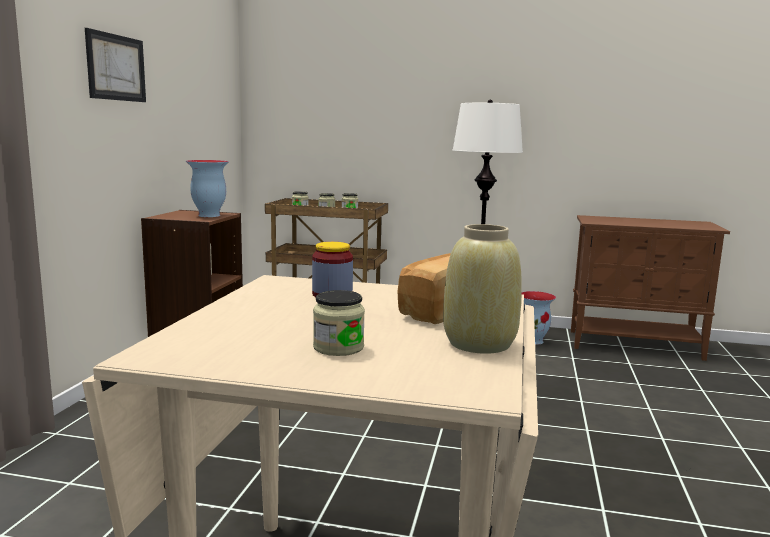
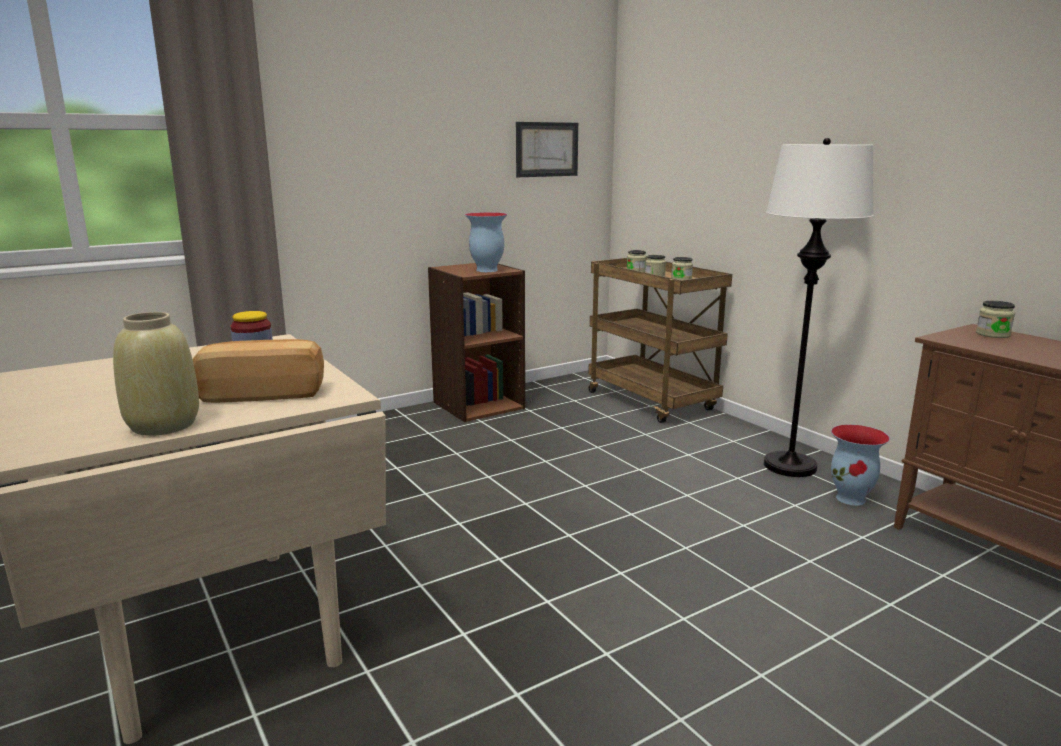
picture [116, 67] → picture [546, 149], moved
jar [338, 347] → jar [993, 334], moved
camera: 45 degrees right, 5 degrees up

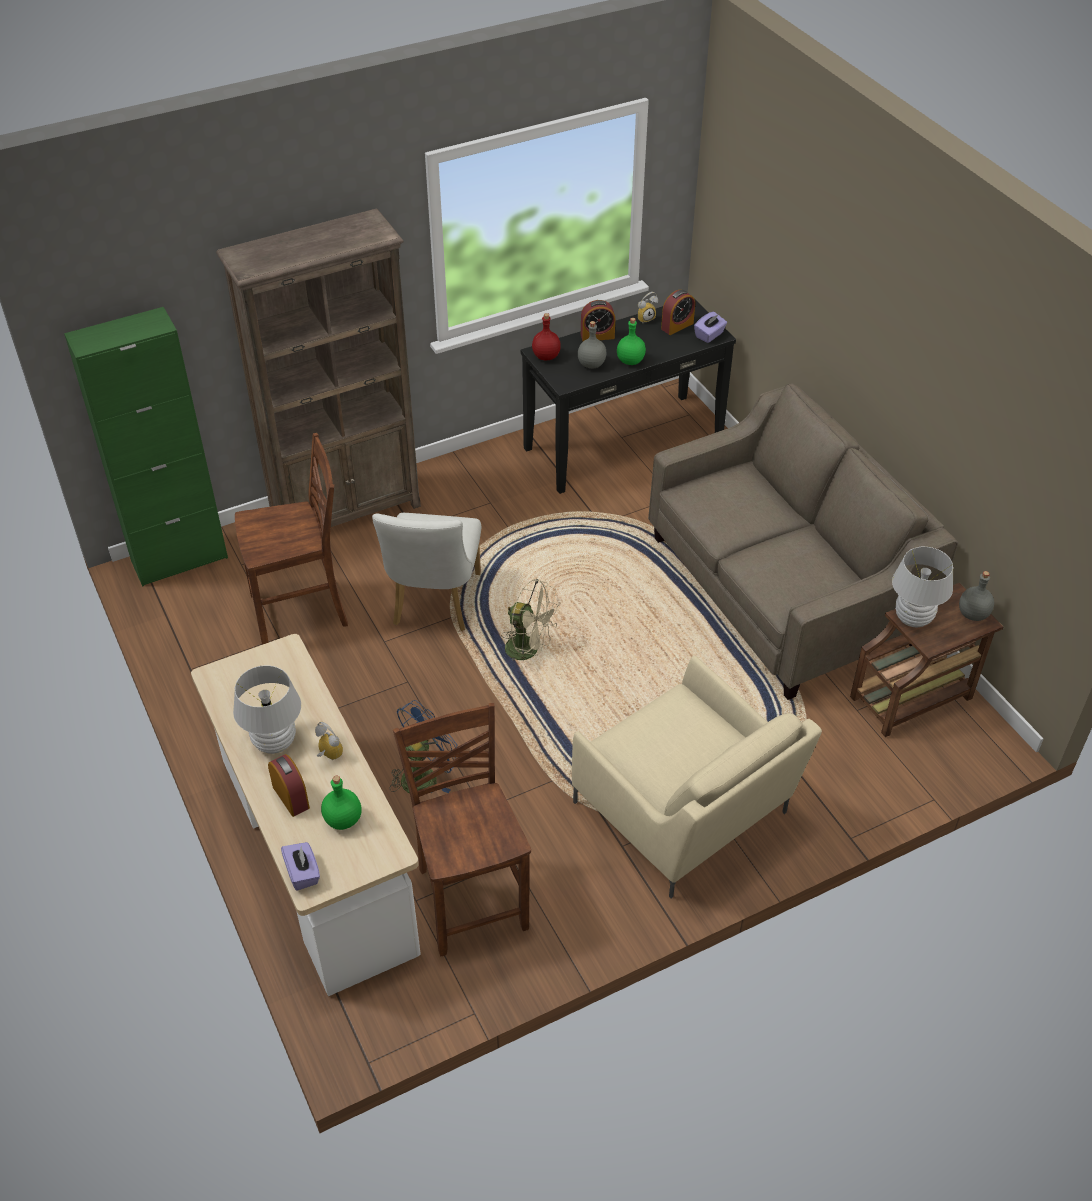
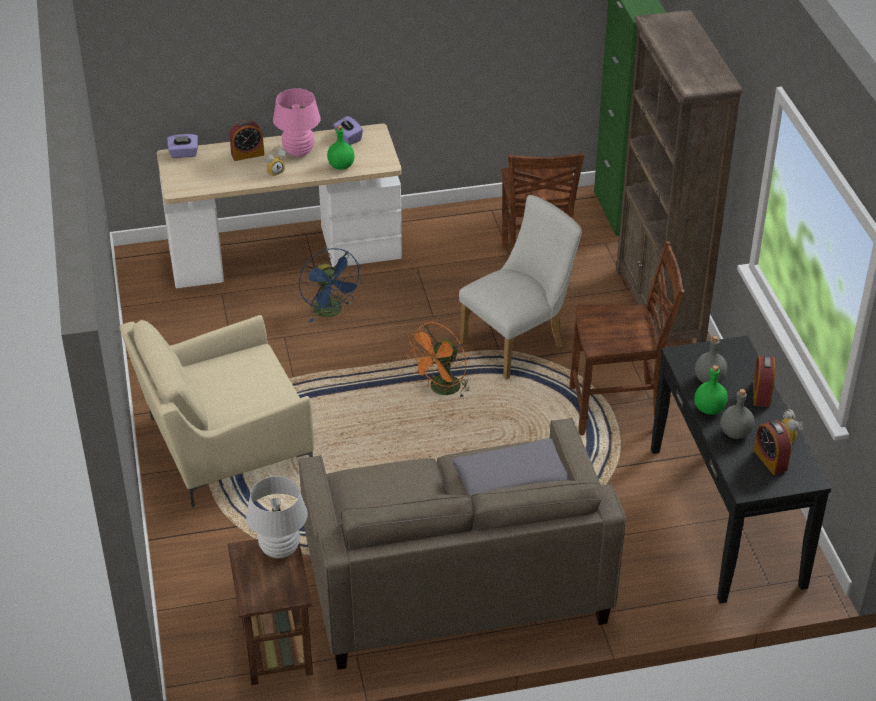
table lamp (white) [275, 742] → table lamp (pink) [298, 152]
bottle (green) [344, 819] → bottle (green) [341, 166], moved
tissue box (purple) [709, 335] → tissue box (purple) [348, 138], moved
fan (beige) [529, 650] → fan (orange) [441, 390]
- → pillow (grey) [511, 481]
chair (white) [434, 604] → chair (white) [518, 343], 120 degrees clockwise
chair (brown) [470, 897] → chair (brown) [617, 409], moved
bottle (grey) [973, 614] → bottle (grey) [735, 433], moved
bottle (red) [546, 356] → -
camera: 105 degrees right, 5 degrees down

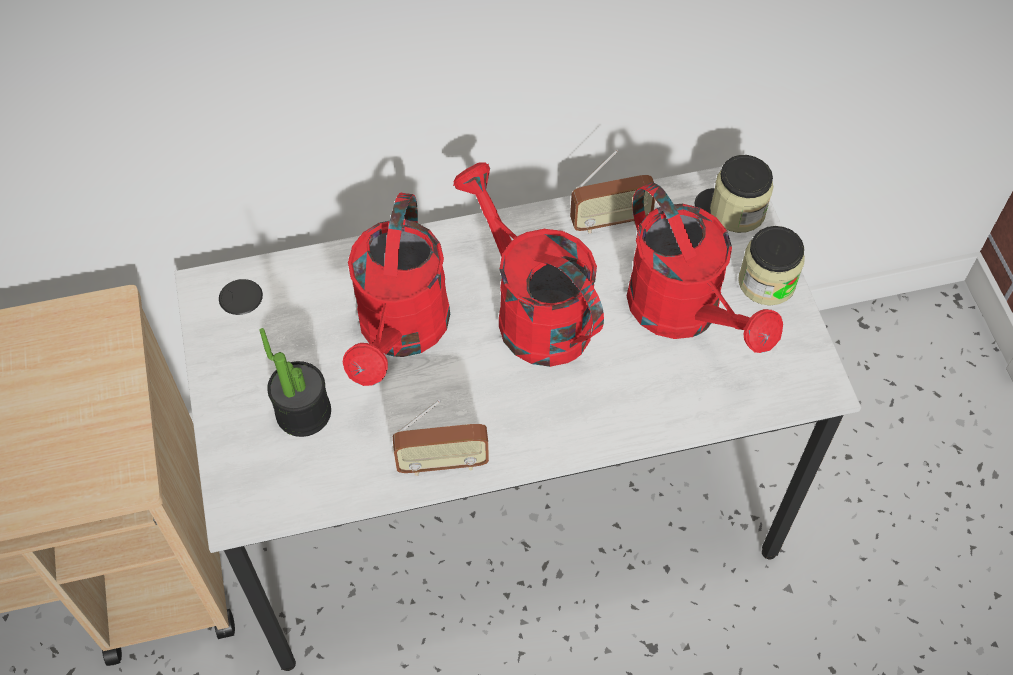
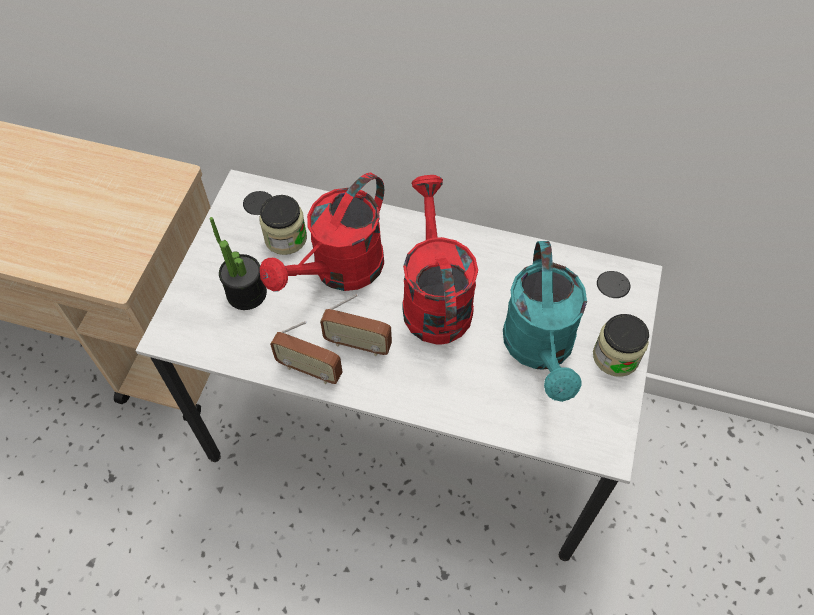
jar [737, 211] → jar [286, 238], moved
radio [610, 221] → radio [358, 344], moved
watering can (red) [685, 314] → watering can (turquoise) [540, 350]
camera: 30 degrees right, 0 degrees up

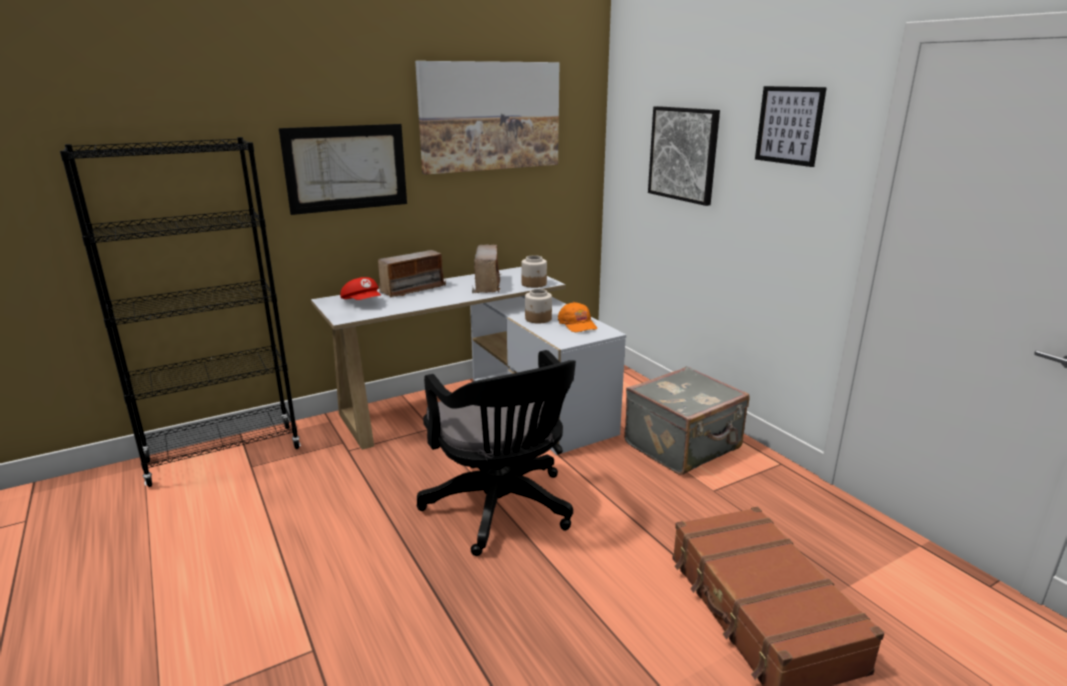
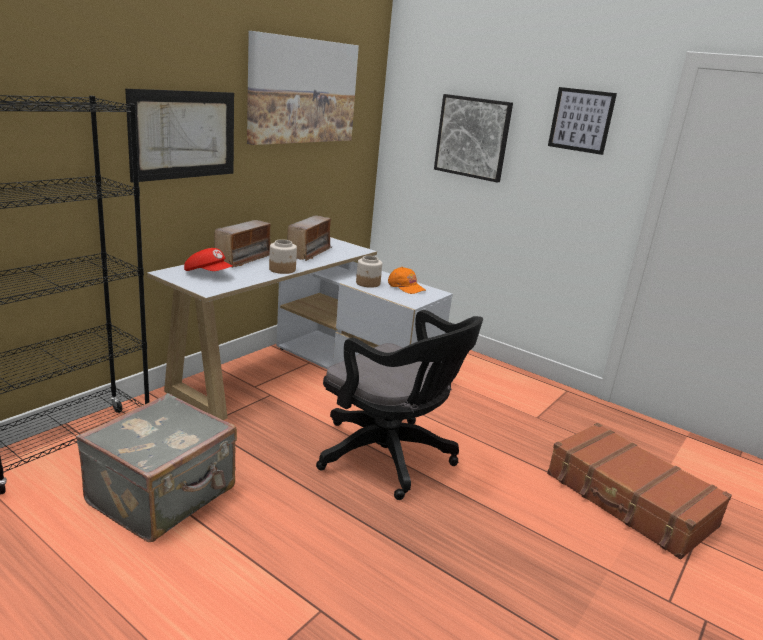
suitcase (grey) [684, 447] → suitcase (grey) [164, 496], moved
jar [534, 284] → jar [282, 269], moved
radio [487, 284] → radio [308, 253], 45 degrees clockwise
camera: 25 degrees left, 0 degrees up

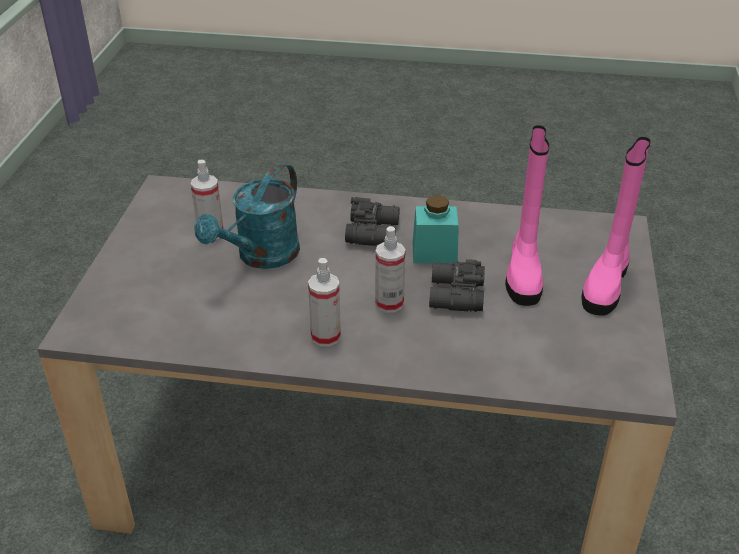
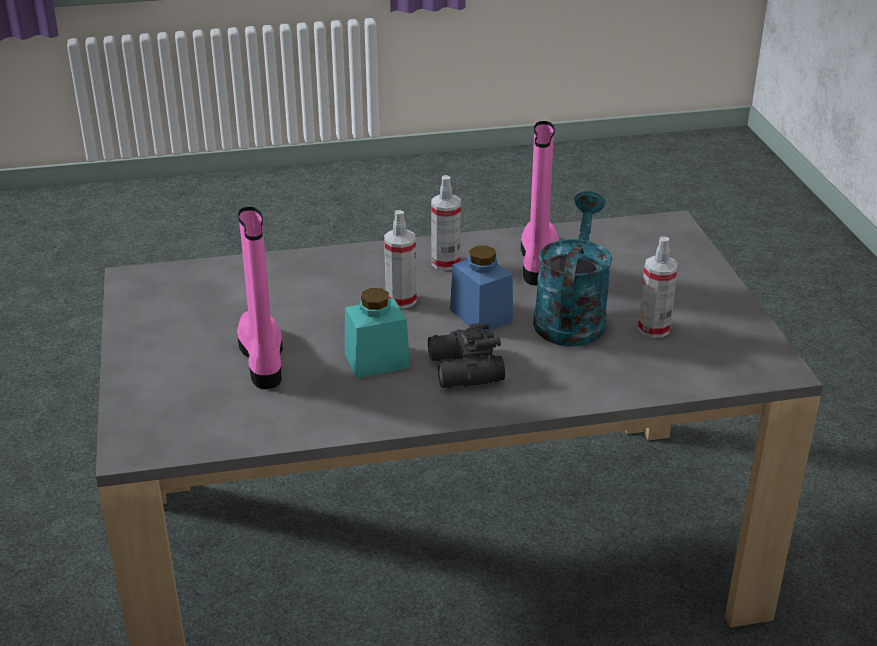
- → jar (blue) [481, 315]
boot (pink) [606, 284] → boot (pink) [538, 261], moved
binoculars (black) [454, 296] → -
camera: 160 degrees right, 5 degrees down

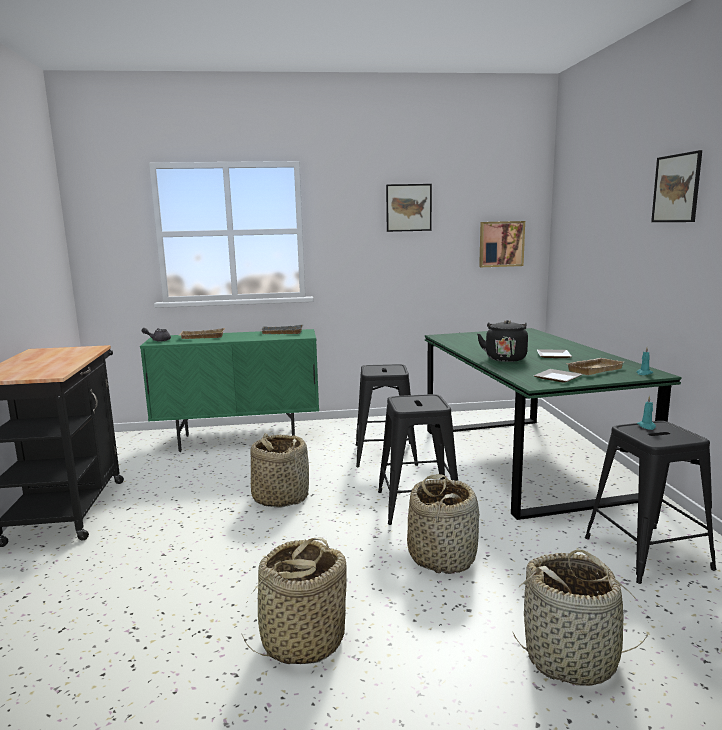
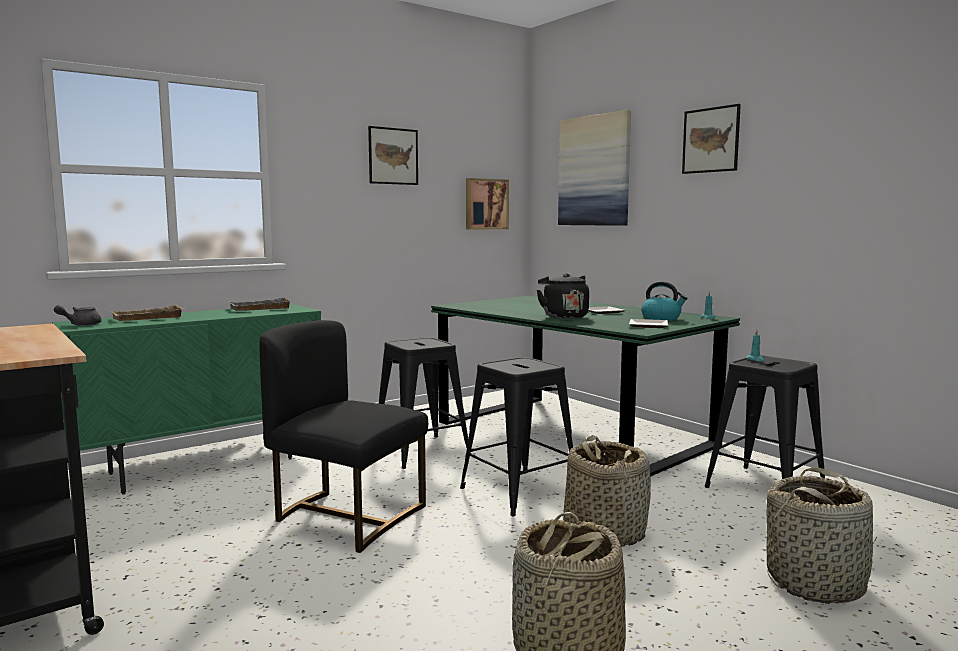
basket [280, 497] → chair (black) [346, 516]
- → picture [594, 171]
tray (beige) [593, 369] → kettle [661, 318]
camera: 30 degrees left, 5 degrees down

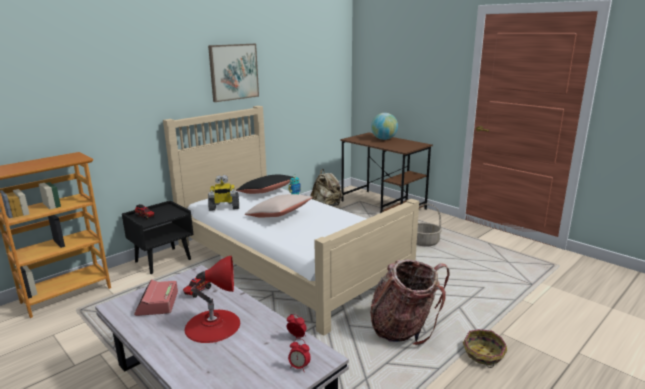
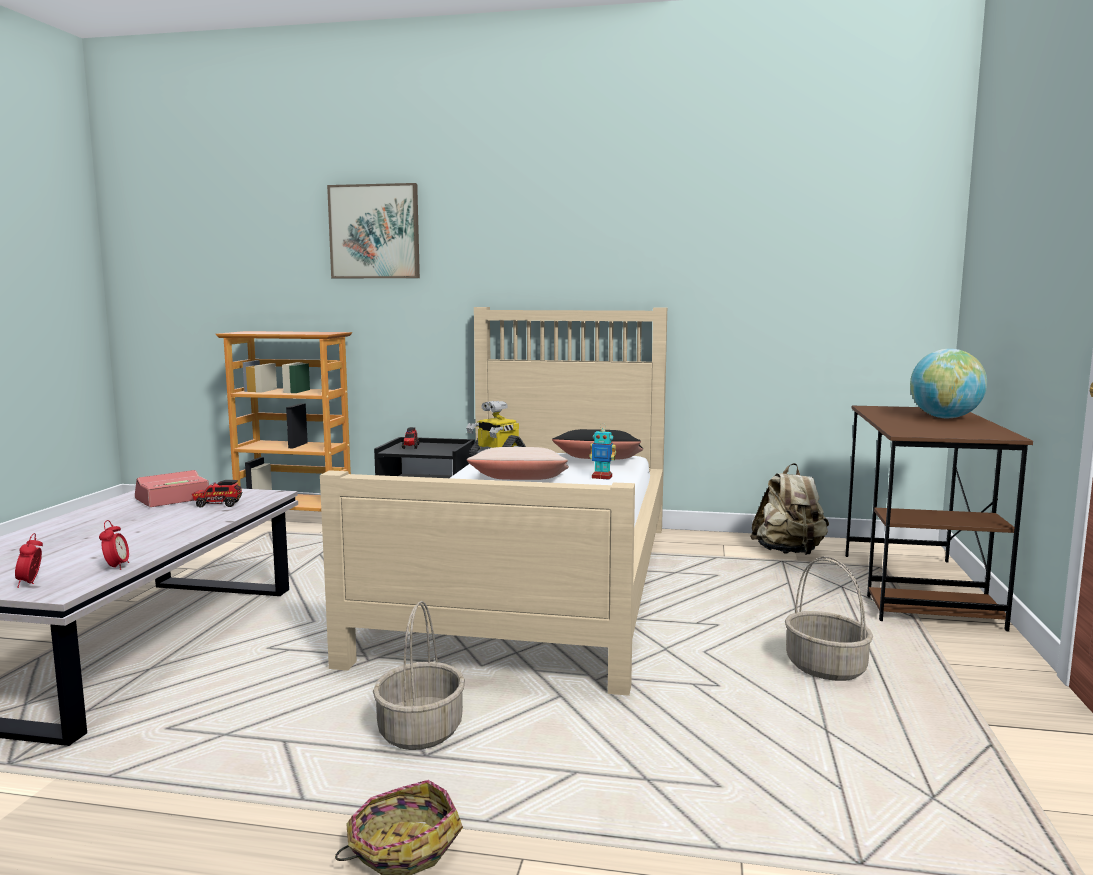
picture [233, 72] → picture [374, 232], moved
backpack [404, 328] → basket [421, 731]
table lamp (red) [213, 325] → -
camera: 55 degrees right, 10 degrees down

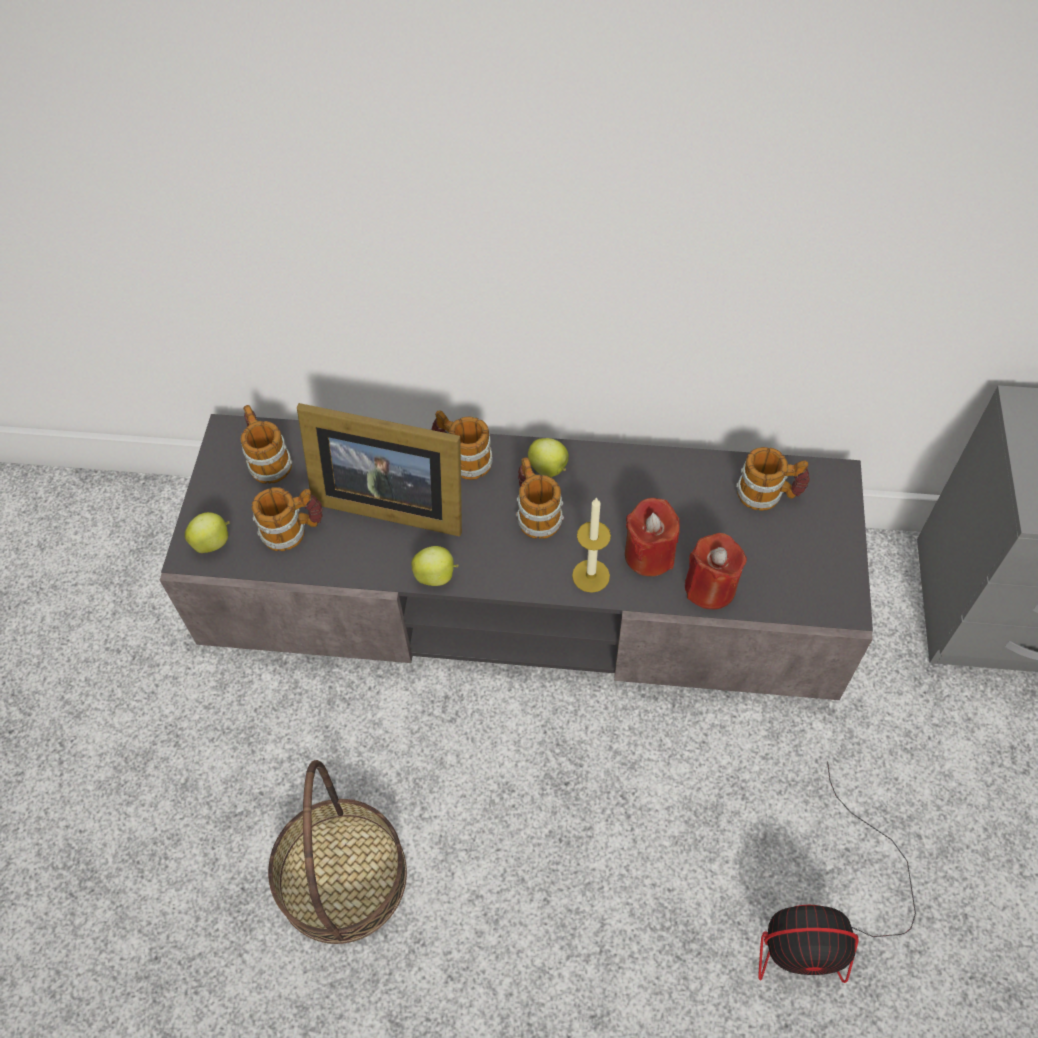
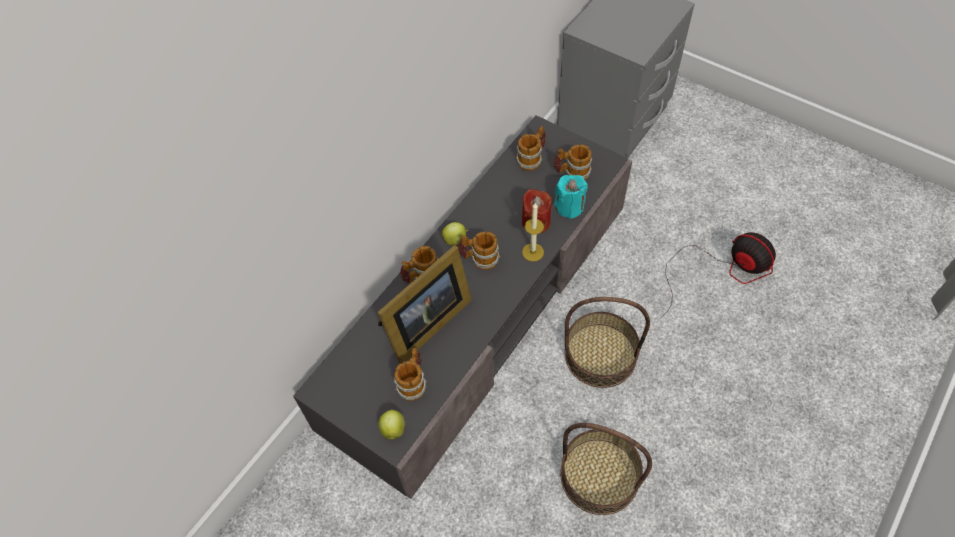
mug [267, 459] → mug [571, 172], moved
candle (red) [710, 587] → candle (turquoise) [569, 206]
- → basket [600, 354]
fan [826, 920] → fan [722, 271], 75 degrees counterclockwise
apple [436, 576] → -
camera: 60 degrees left, 0 degrees up

